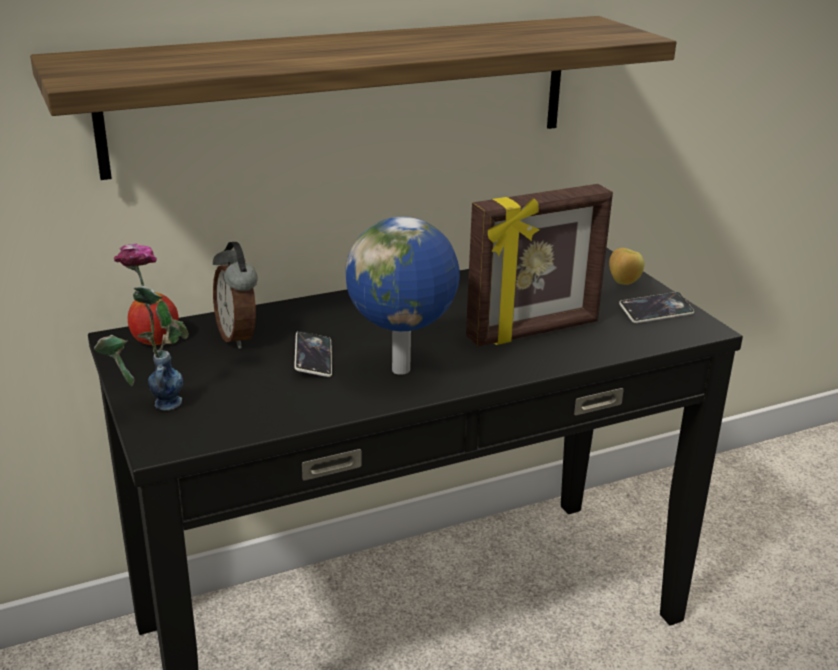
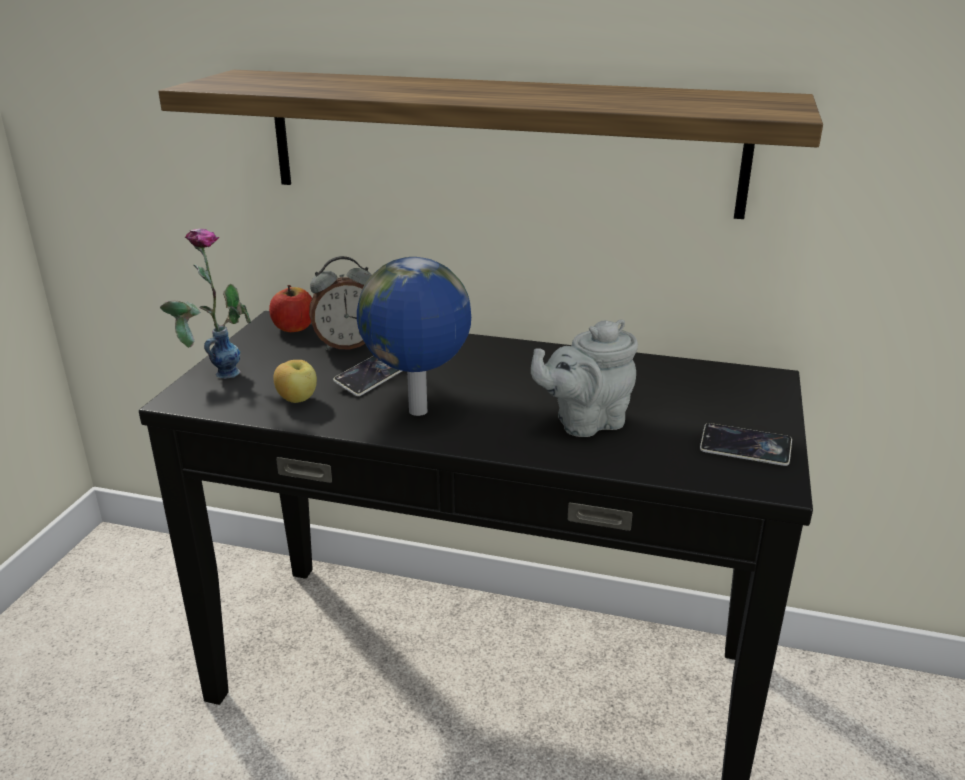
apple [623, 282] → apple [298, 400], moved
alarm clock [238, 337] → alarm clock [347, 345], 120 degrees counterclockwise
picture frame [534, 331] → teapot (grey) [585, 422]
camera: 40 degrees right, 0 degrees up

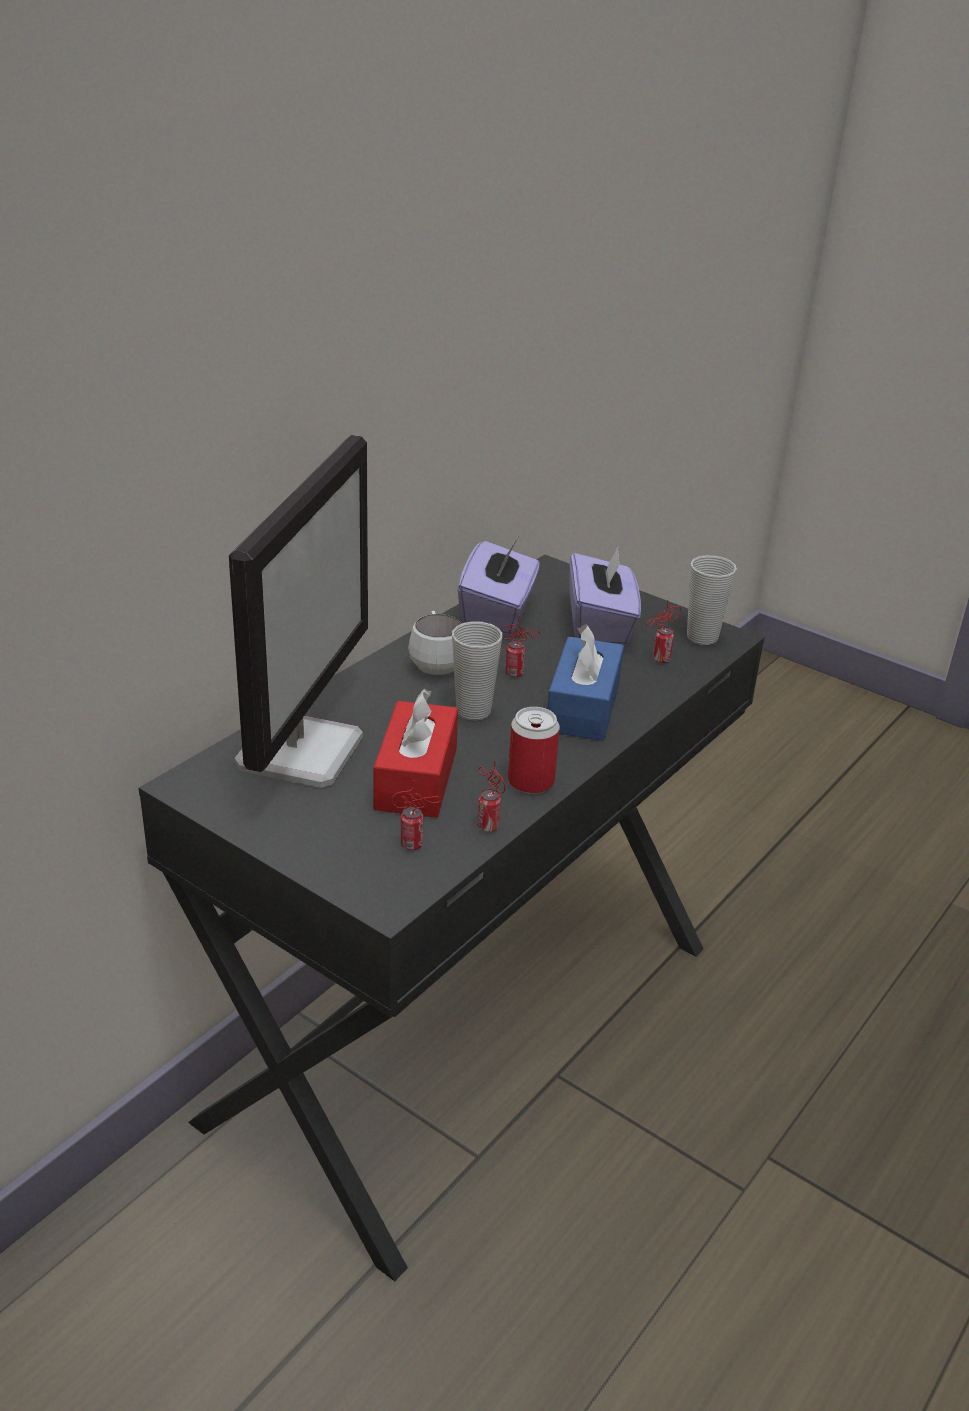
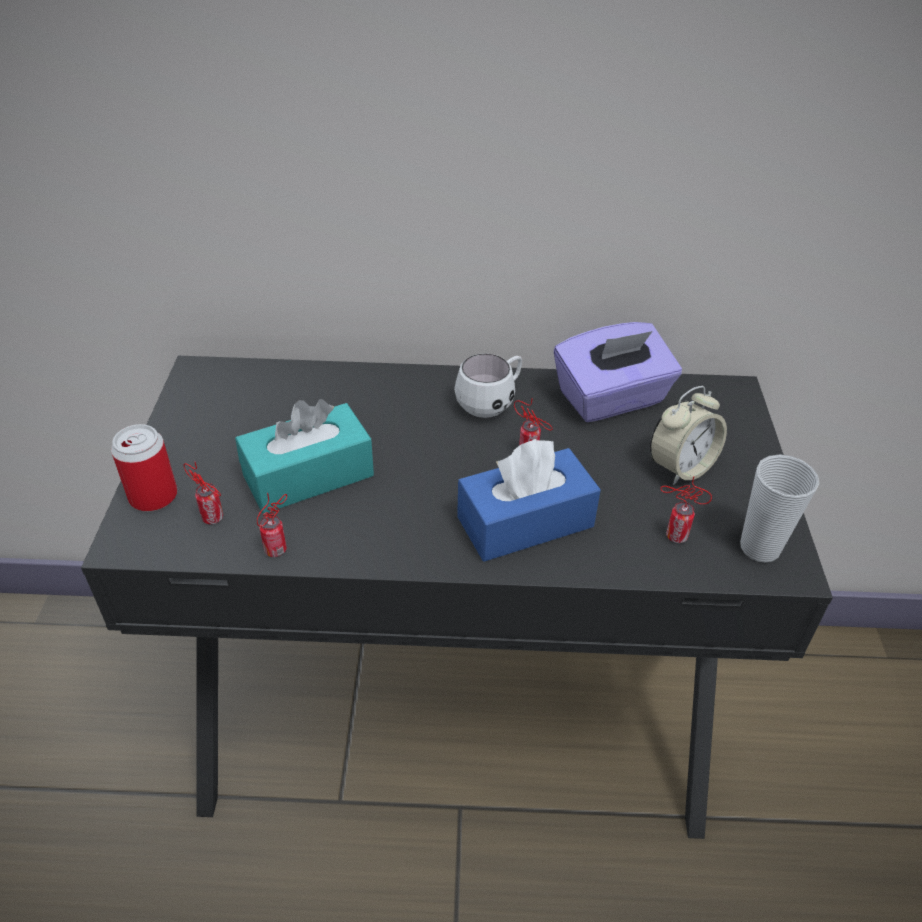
can [531, 781] → can [153, 496], moved
tissue box (red) [416, 778] → tissue box (turquoise) [308, 475]
tissue box (purple) [600, 626] → alarm clock [680, 467]
monitor [300, 750] → -
cup [473, 711] → -
camera: 55 degrees right, 10 degrees up

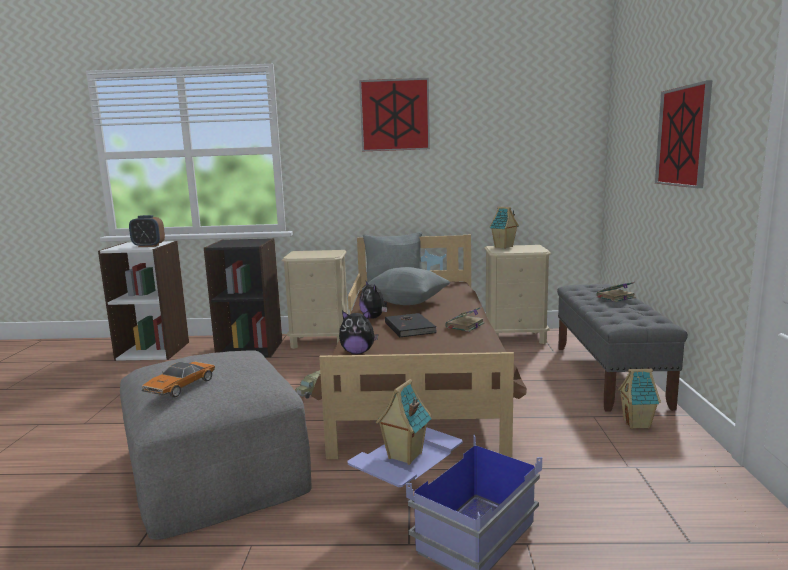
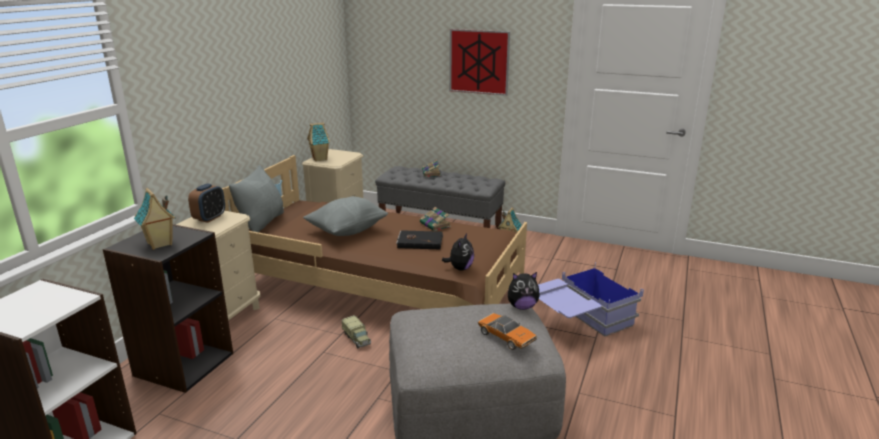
toy house [404, 456] → toy house [159, 244], moved
alarm clock [148, 246] → alarm clock [209, 218], moved
plush toy [374, 317] → plush toy [522, 306], moved
picture [395, 115] → -
camera: 70 degrees left, 10 degrees up

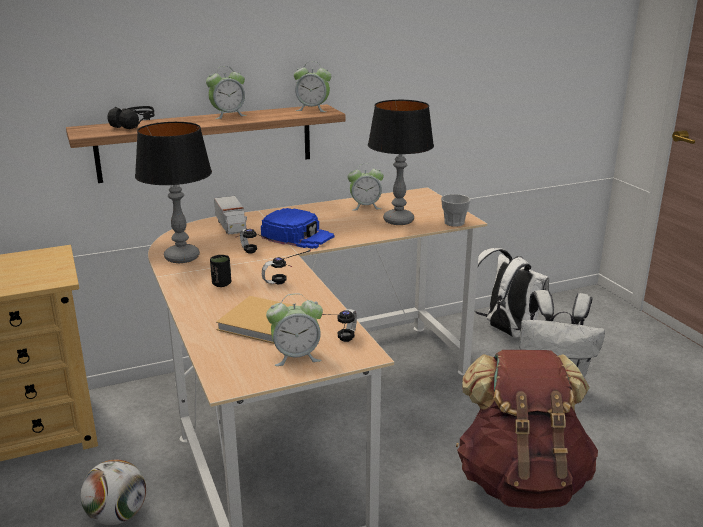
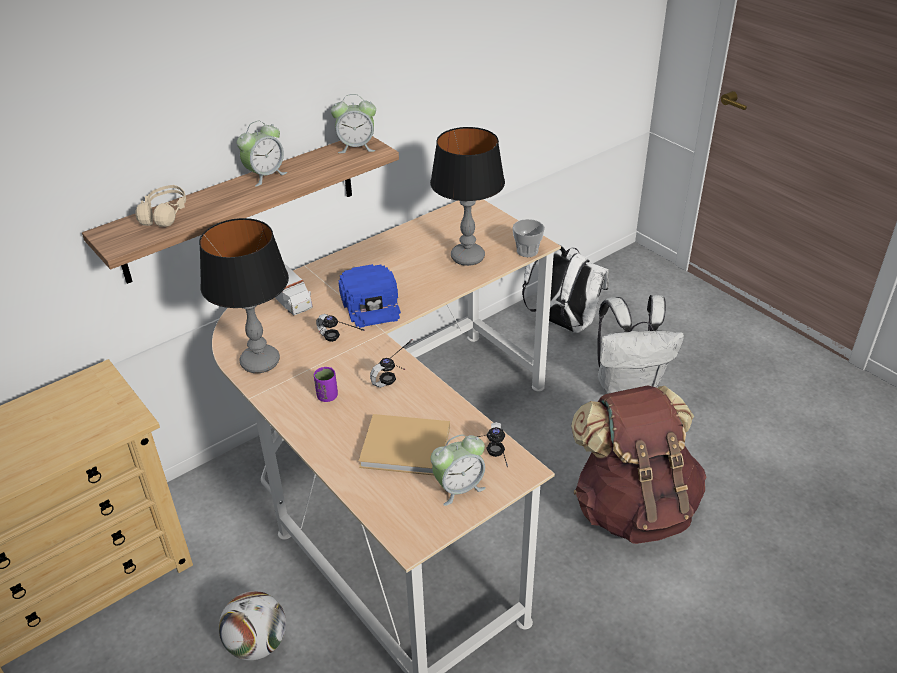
headphones (black) [134, 124] → headphones (beige) [165, 214]
cup (black) [221, 284] → cup (purple) [327, 396]
cap (blue) [298, 236] → cap (blue) [371, 302], 60 degrees clockwise
alarm clock [365, 207] → -
camera: 15 degrees left, 15 degrees up

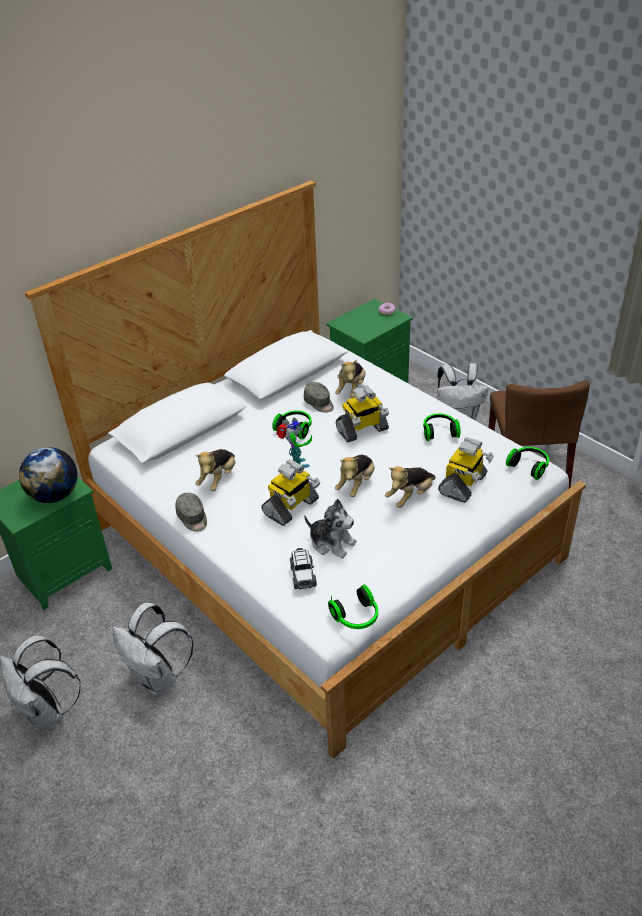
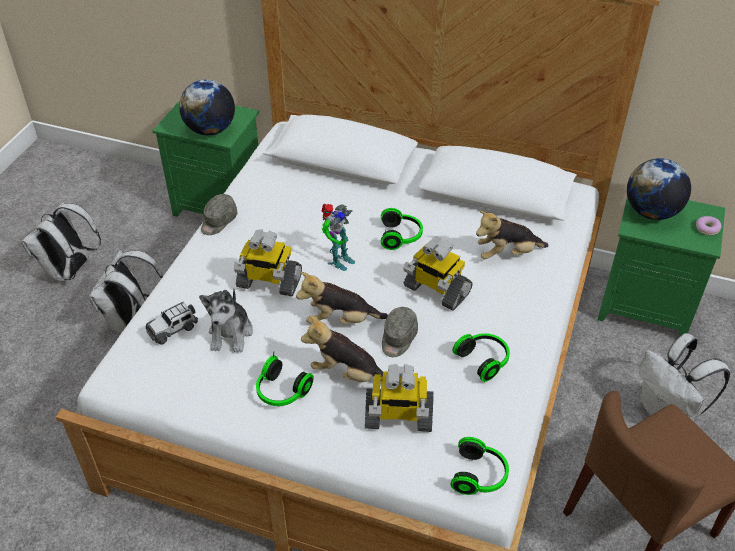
headphones [356, 617] → headphones [281, 392], moved
cap (grey) [319, 403] → cap (grey) [398, 338], moved
- → globe [651, 212]
plush toy [218, 479] → -
camera: 60 degrees right, 5 degrees up

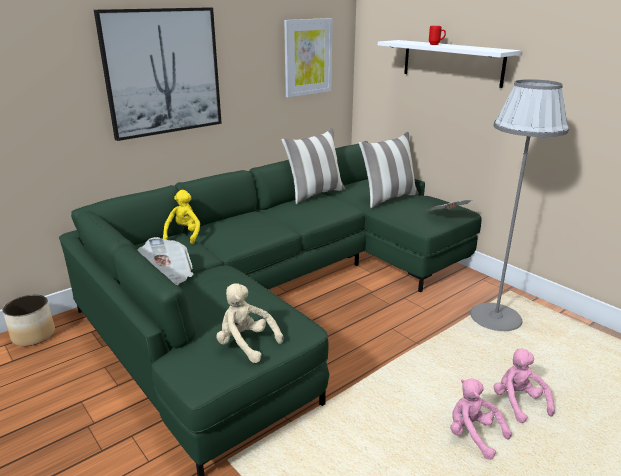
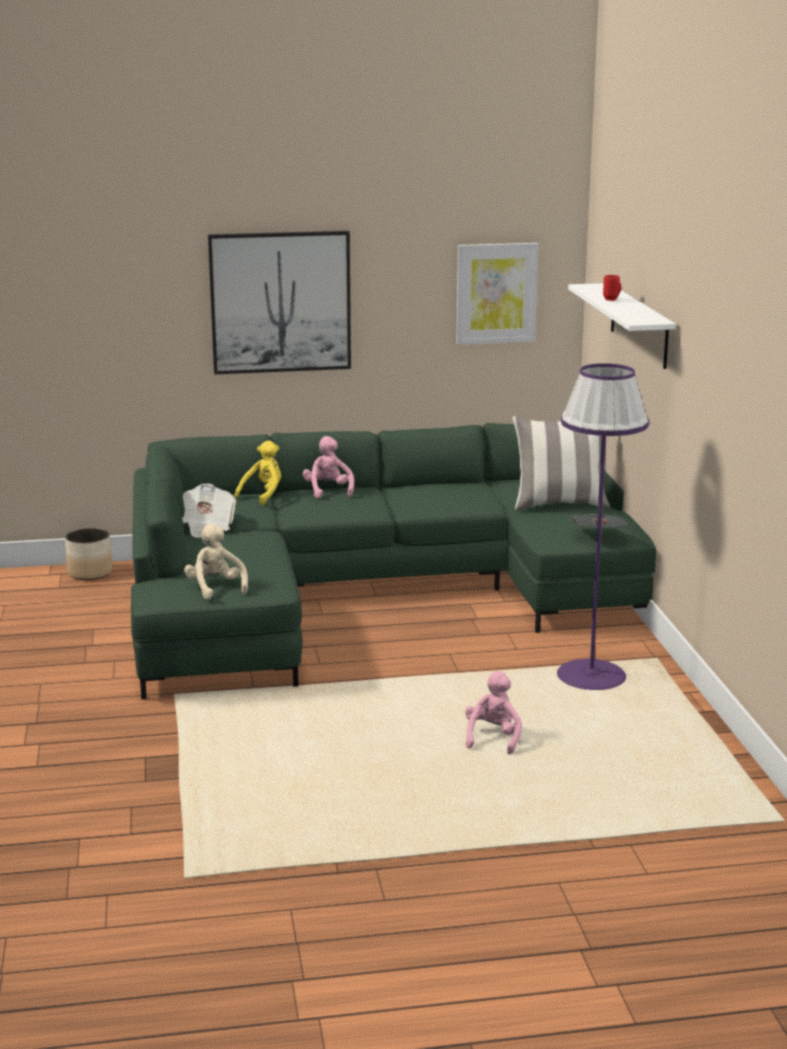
plush toy (pink) [473, 434] → plush toy (pink) [328, 491], moved
floor lamp (grey) [495, 317] → floor lamp (purple) [591, 675]
pillow [315, 194] → -
camera: 30 degrees right, 5 degrees down

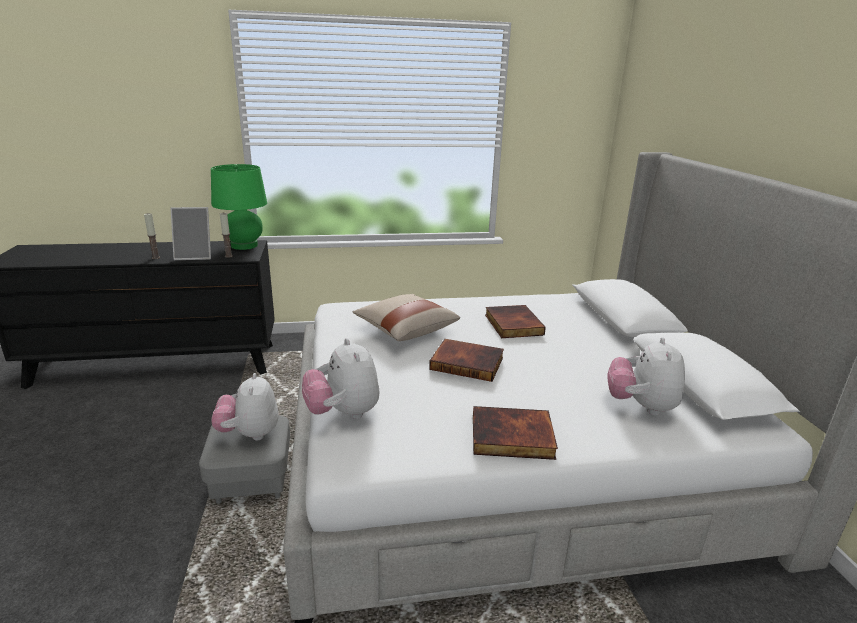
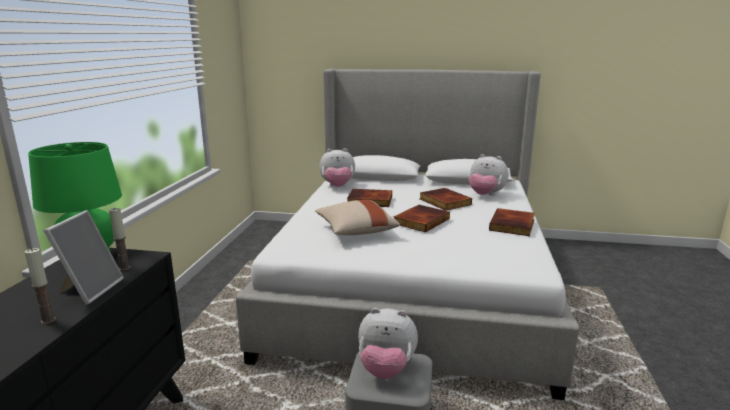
plush toy [343, 413] → plush toy [337, 187], moved
- → book [444, 202]
camera: 70 degrees left, 5 degrees down

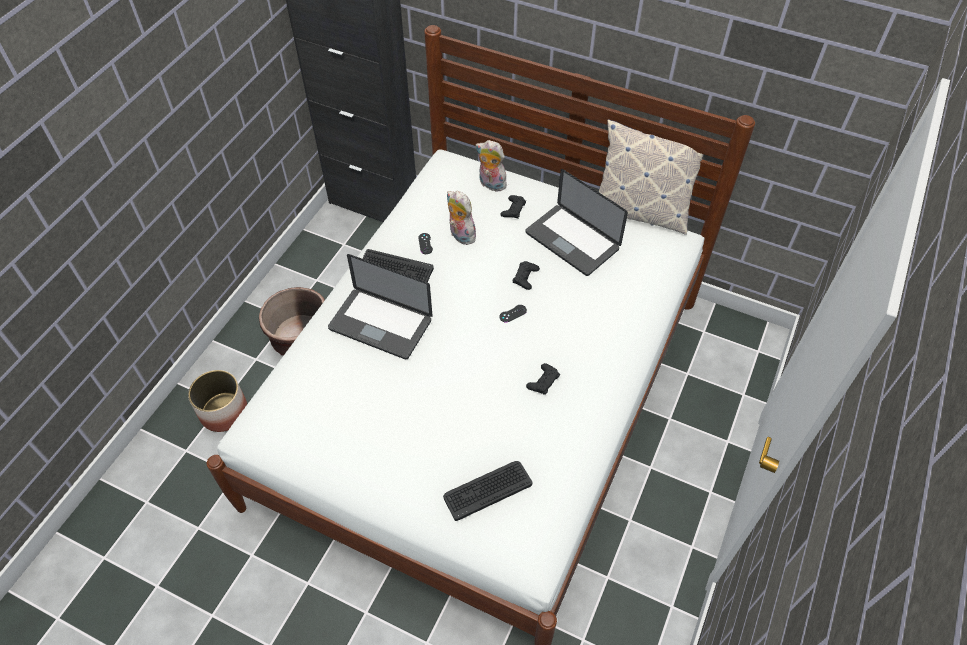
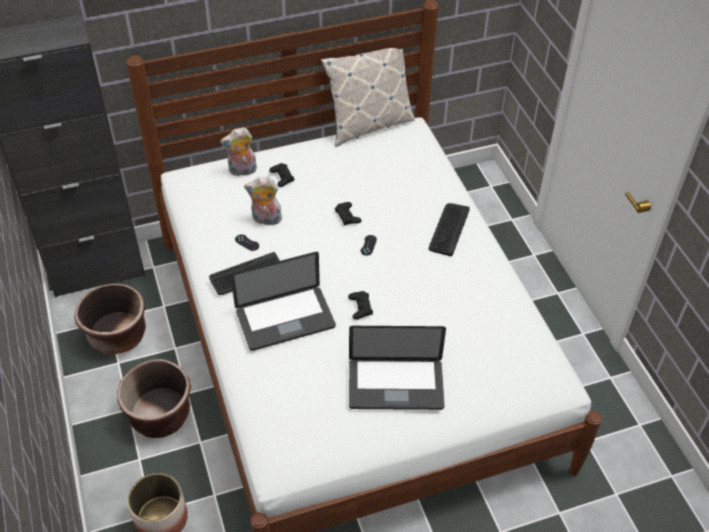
- → planter (brown) [117, 335]
game controller (black) [543, 381] → game controller (black) [360, 307], moved
laptop [572, 241] → laptop [395, 385], moved
keyboard [487, 490] → keyboard [449, 229], moved
camera: 45 degrees left, 5 degrees down

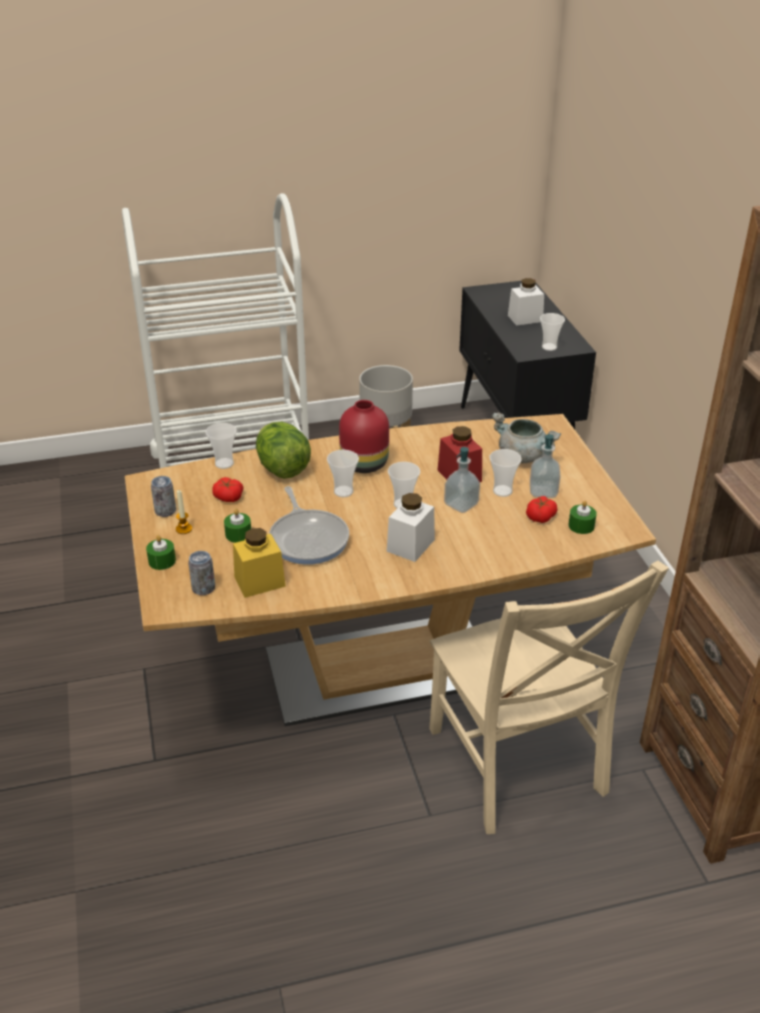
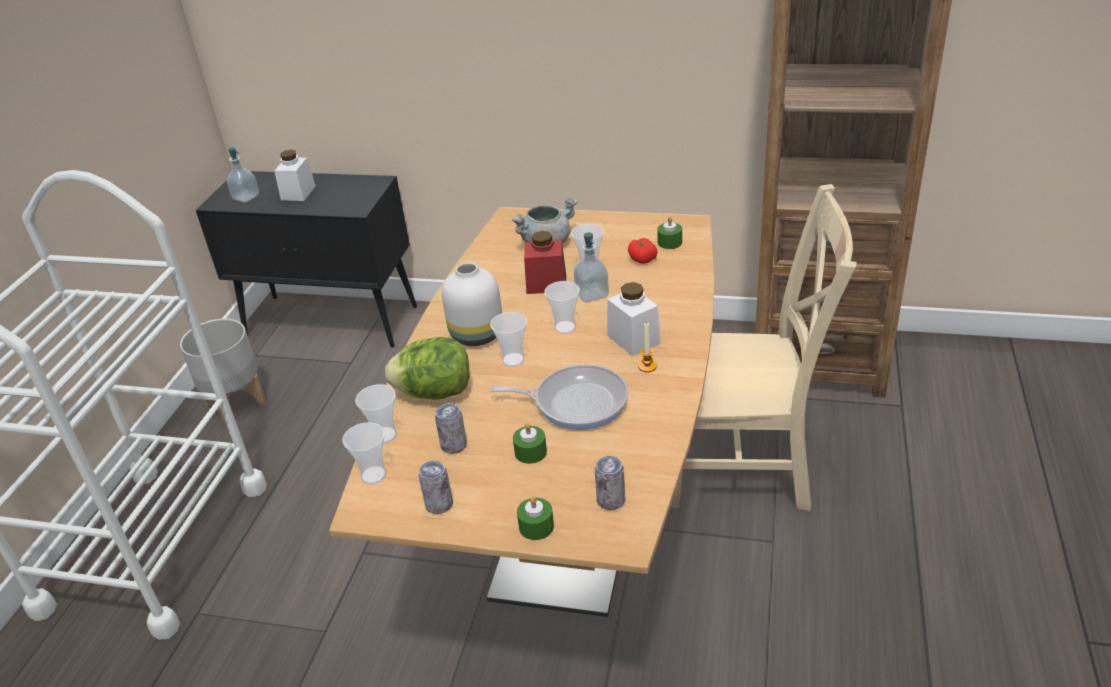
soap dispenser [543, 491] → soap dispenser [246, 197], moved
cup [549, 347] → cup [373, 475], moved
tomato [228, 497] → can [454, 445]
vase (red) [365, 464] → vase (white) [478, 335]
candle [184, 529] → candle [647, 366], moved
jar (yellow) [259, 581] → -
camera: 60 degrees left, 0 degrees up

